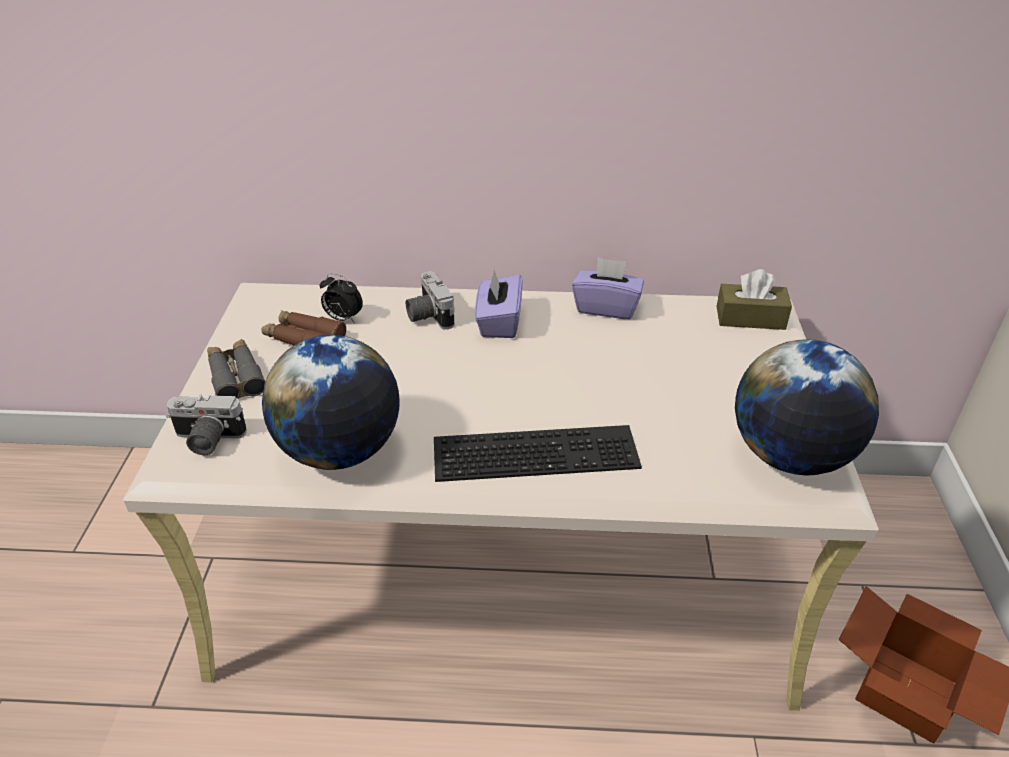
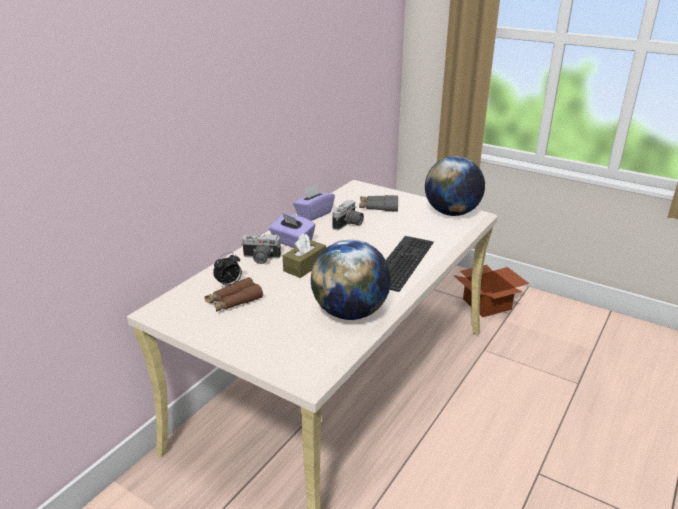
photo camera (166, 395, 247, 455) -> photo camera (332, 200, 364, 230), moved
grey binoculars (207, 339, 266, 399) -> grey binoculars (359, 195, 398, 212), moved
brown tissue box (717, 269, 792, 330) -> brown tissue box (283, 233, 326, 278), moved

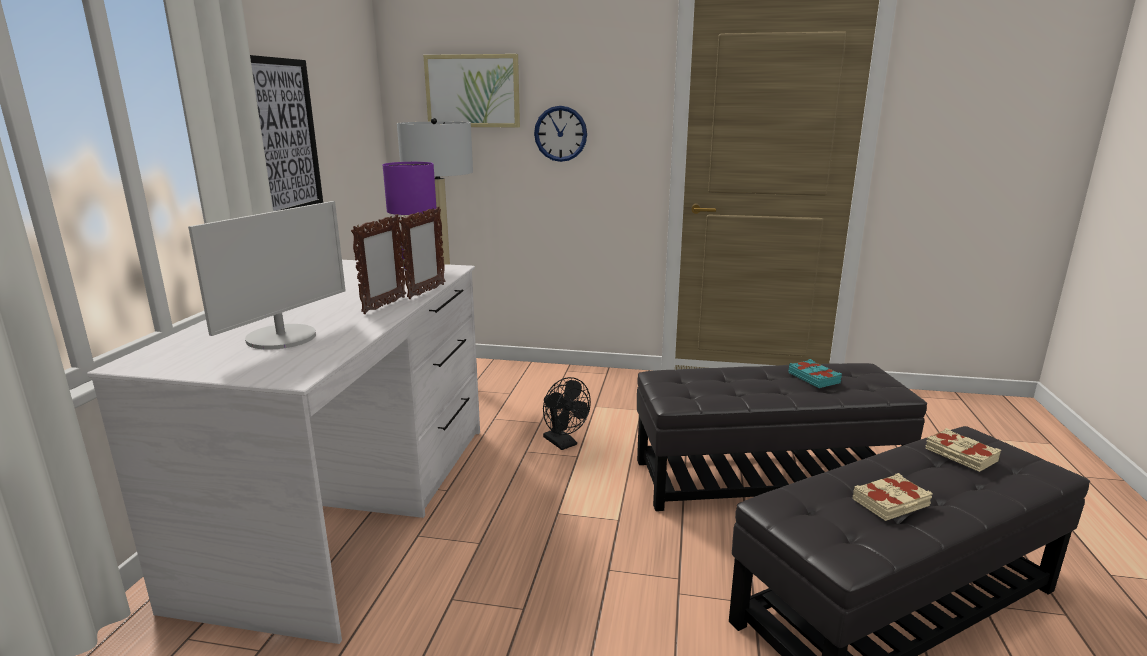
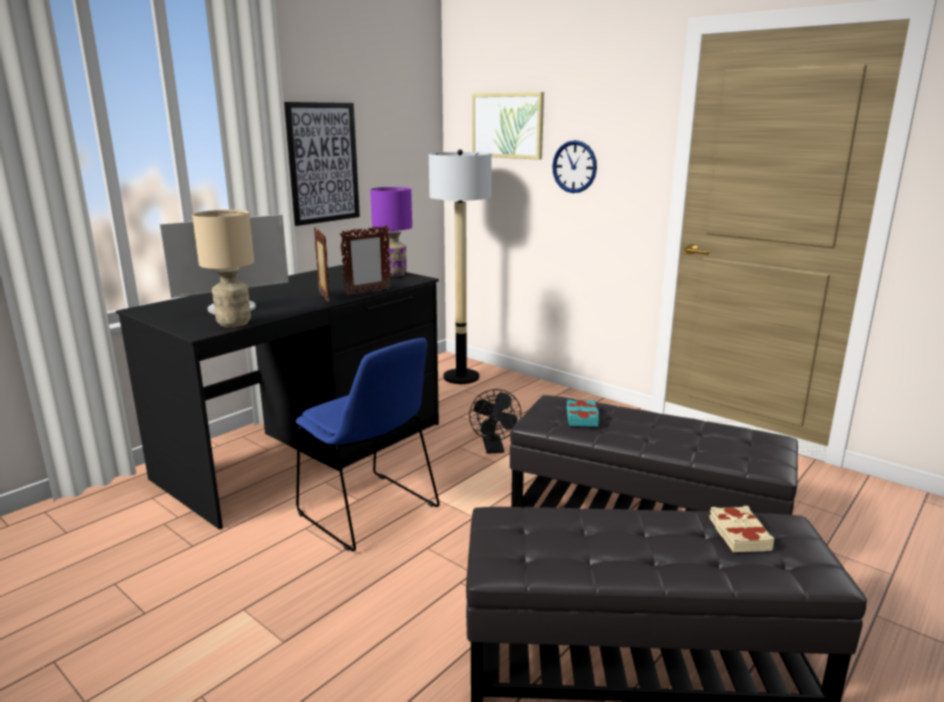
beige book (853, 473, 933, 521) -> none
none -> beige table lamp (192, 210, 254, 328)
none -> blue chair (296, 338, 440, 551)
turquoise book (788, 359, 842, 388) -> turquoise book (566, 399, 599, 427), moved
white desk (87, 260, 480, 644) -> black desk (116, 265, 439, 530)
picture frame (351, 214, 406, 314) -> picture frame (314, 227, 330, 304), 75 degrees counterclockwise

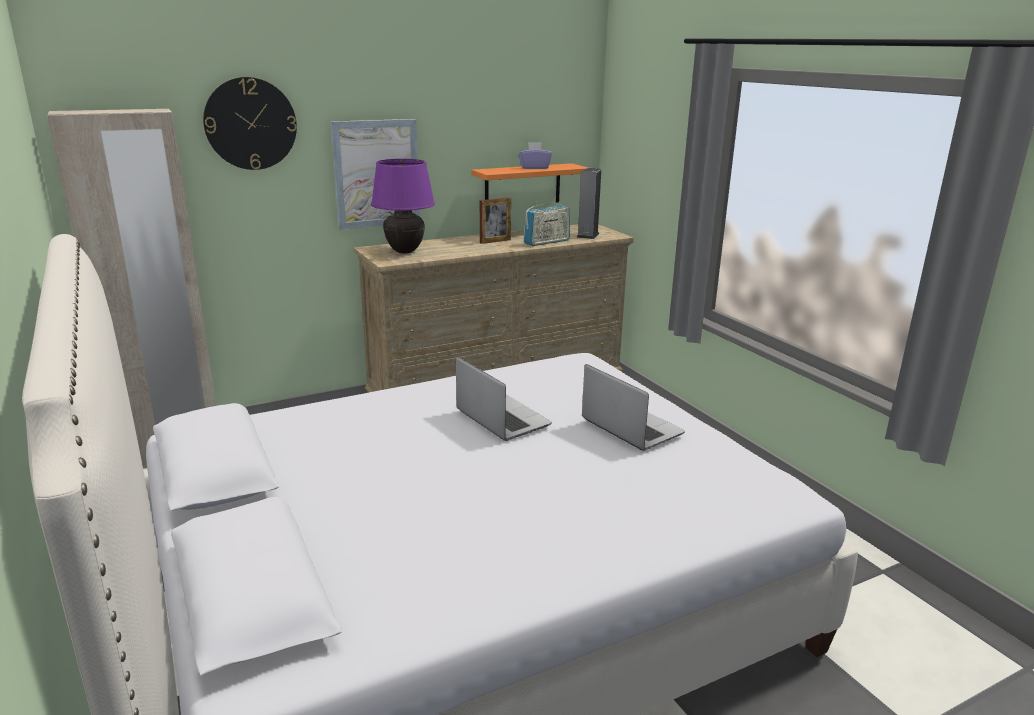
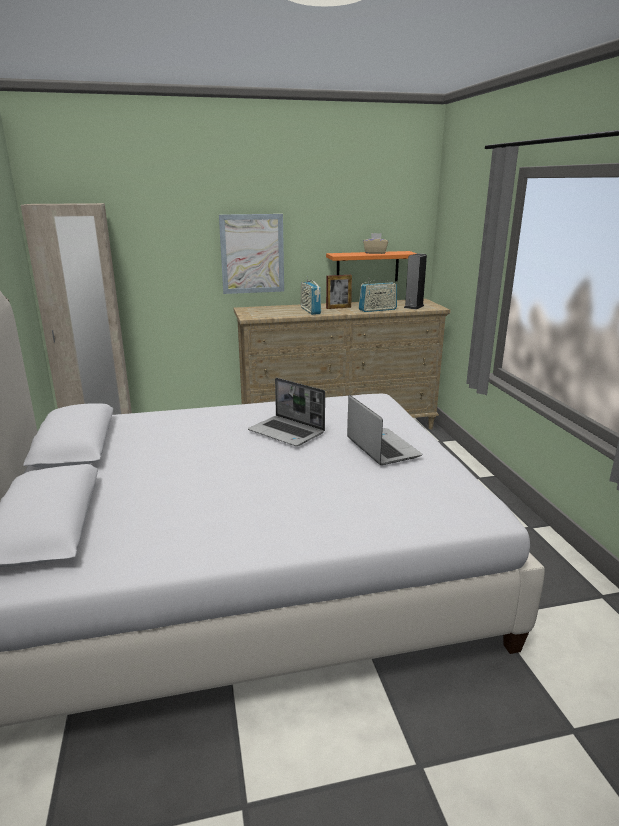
wall clock (203, 77, 297, 170) -> none
purple table lamp (371, 159, 435, 254) -> none
none -> radio (301, 276, 321, 315)
purple tissue box (518, 142, 552, 169) -> beige tissue box (363, 233, 388, 254)
laptop (456, 357, 552, 441) -> laptop (248, 378, 325, 446), 150 degrees clockwise

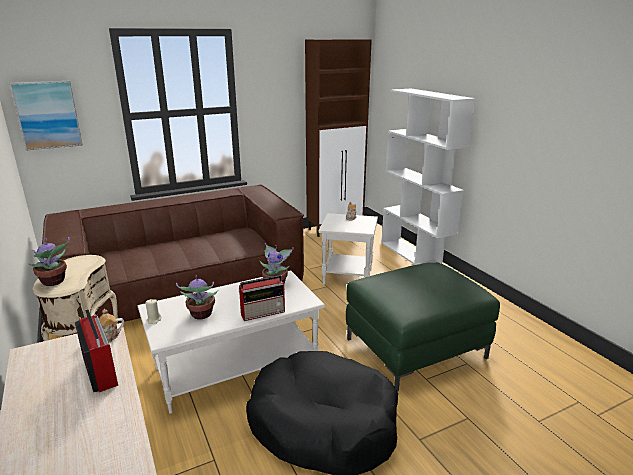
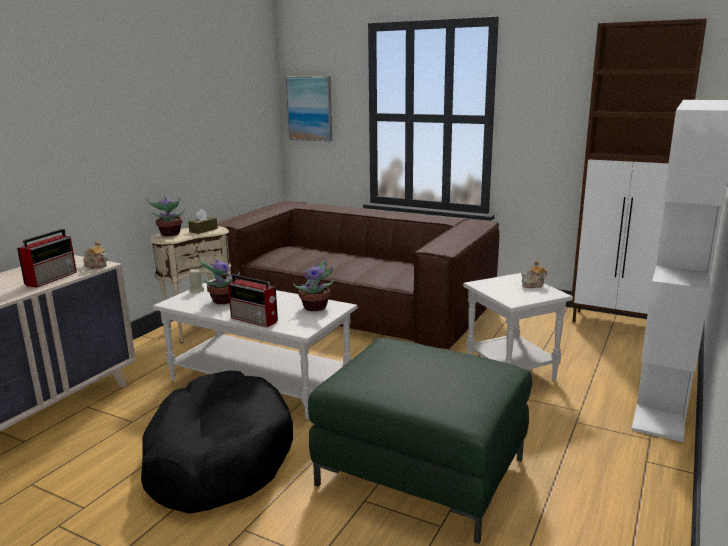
none -> brown tissue box (188, 209, 218, 234)

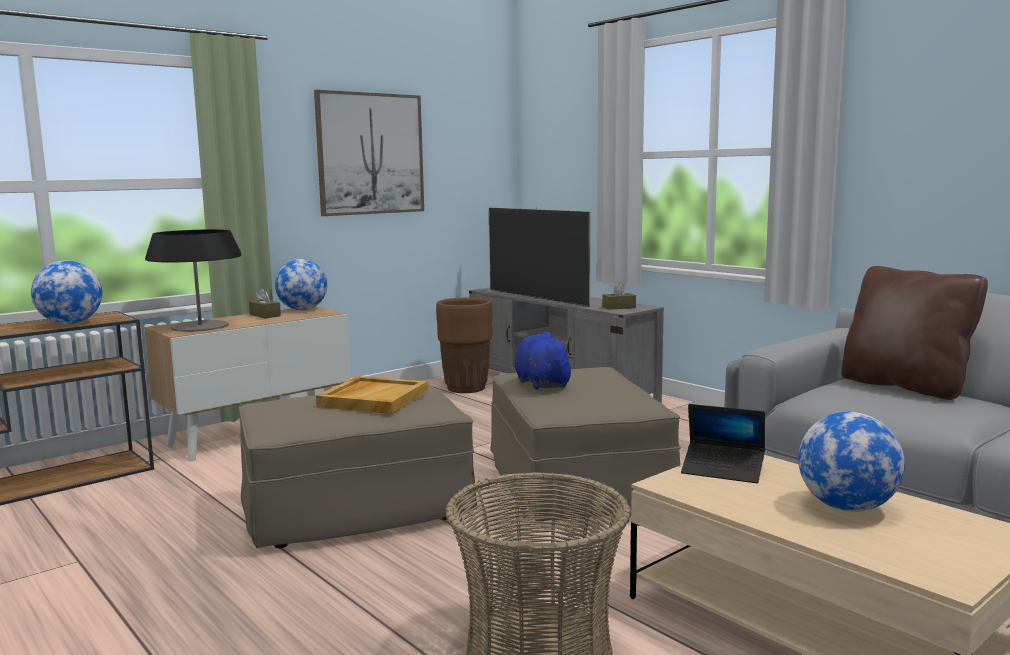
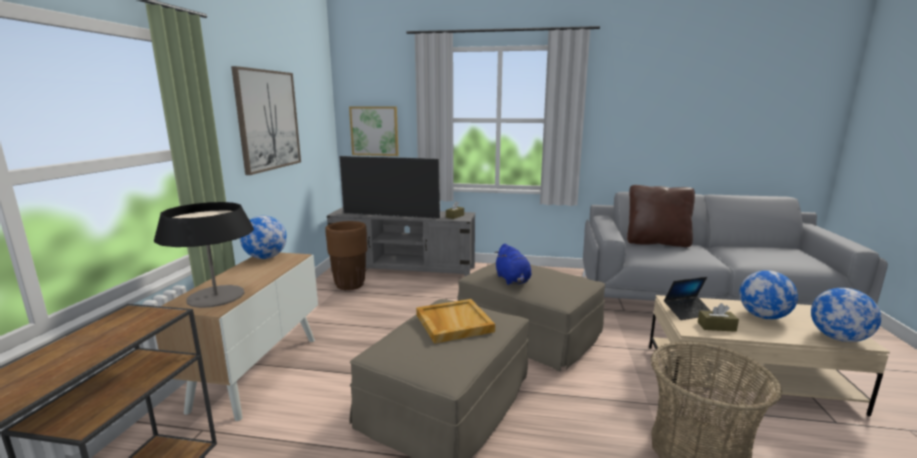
none -> picture (349, 106, 399, 156)
globe (31, 260, 102, 324) -> globe (811, 288, 881, 342), moved
brown tissue box (249, 288, 281, 319) -> brown tissue box (698, 303, 739, 332), moved
blue plush toy (515, 332, 575, 390) -> blue plush toy (494, 244, 531, 285), 135 degrees counterclockwise

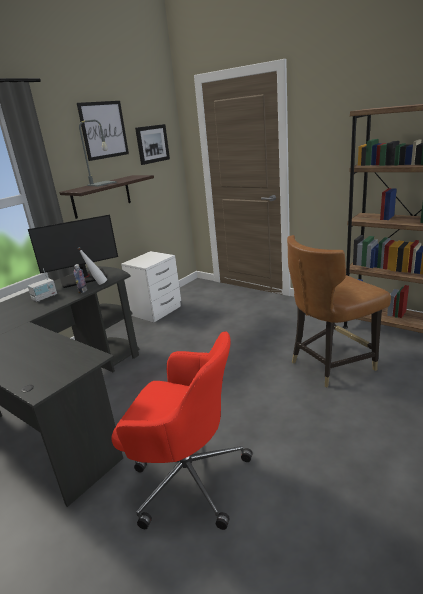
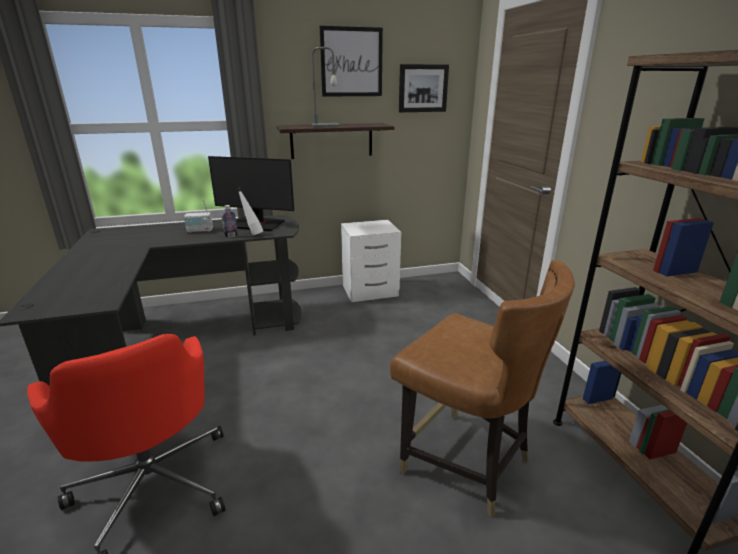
brown chair (287, 235, 391, 387) -> brown chair (390, 260, 575, 518), 150 degrees counterclockwise

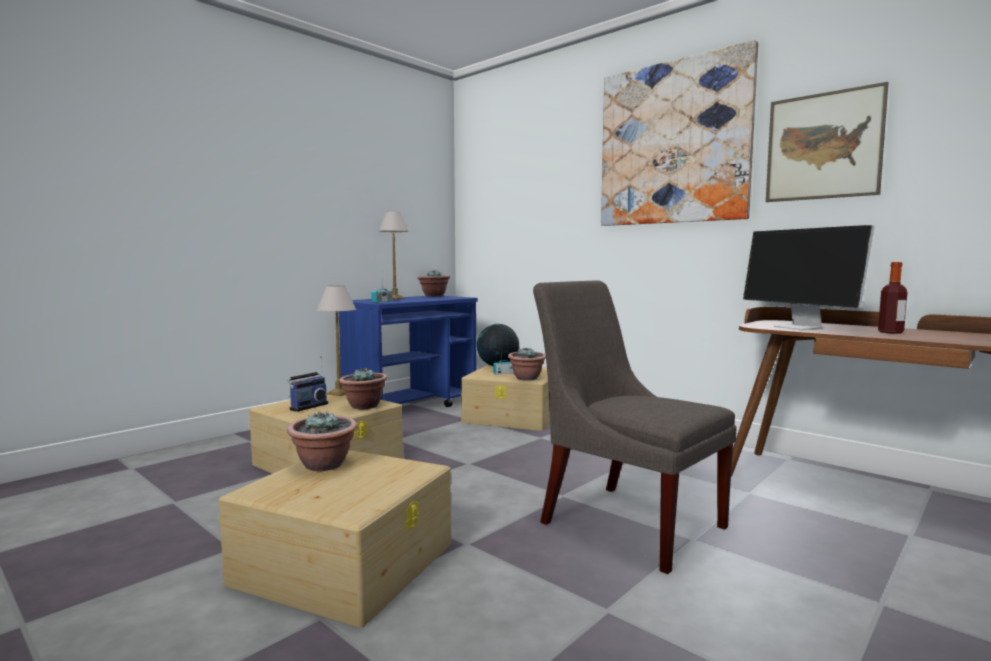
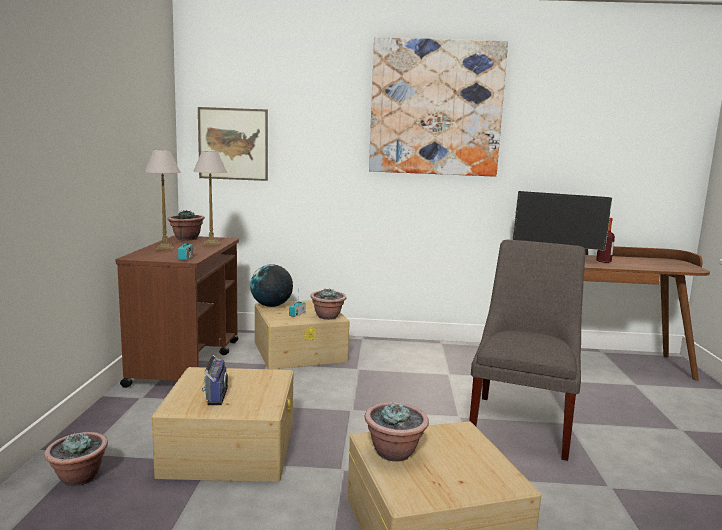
table lamp (317, 285, 356, 396) -> table lamp (193, 151, 227, 245), moved
potted plant (339, 367, 388, 409) -> potted plant (44, 432, 108, 486), moved
picture (766, 82, 888, 202) -> picture (198, 107, 268, 181), moved
blue cart (339, 296, 478, 407) -> brown cart (115, 235, 239, 388)
grey chair (533, 280, 737, 574) -> grey chair (469, 240, 586, 461), 105 degrees clockwise

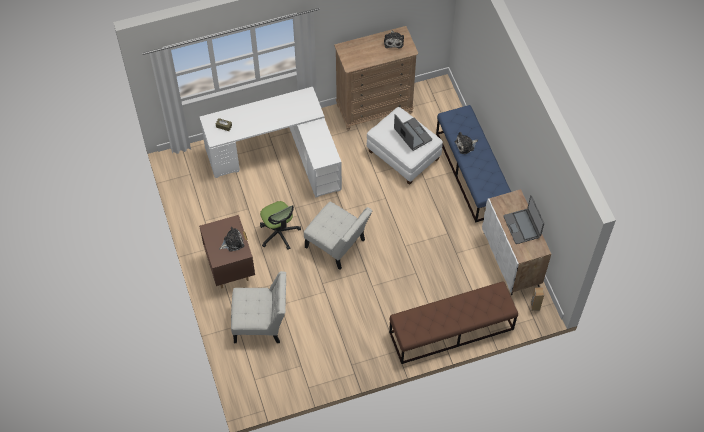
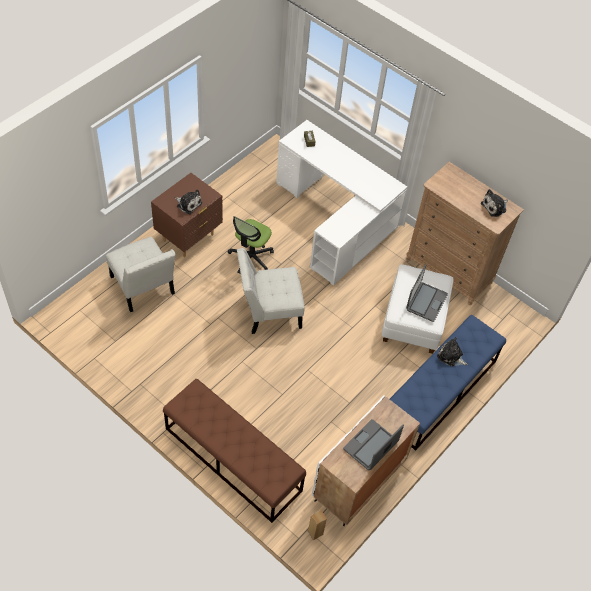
white chair (304, 202, 372, 270) -> white chair (237, 248, 305, 334), 75 degrees clockwise

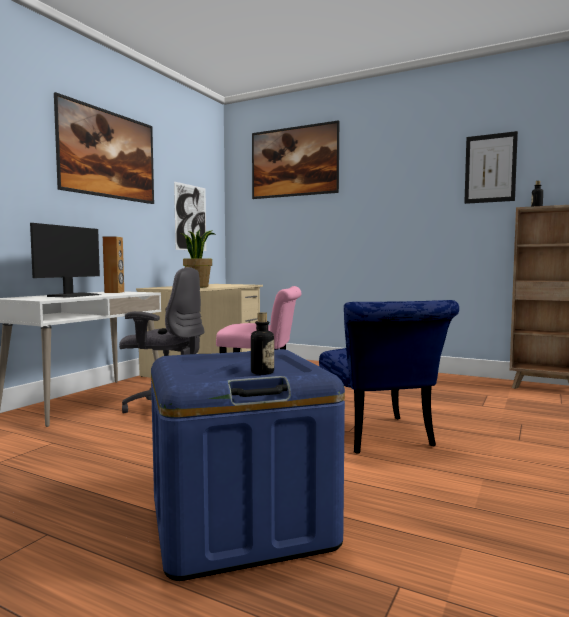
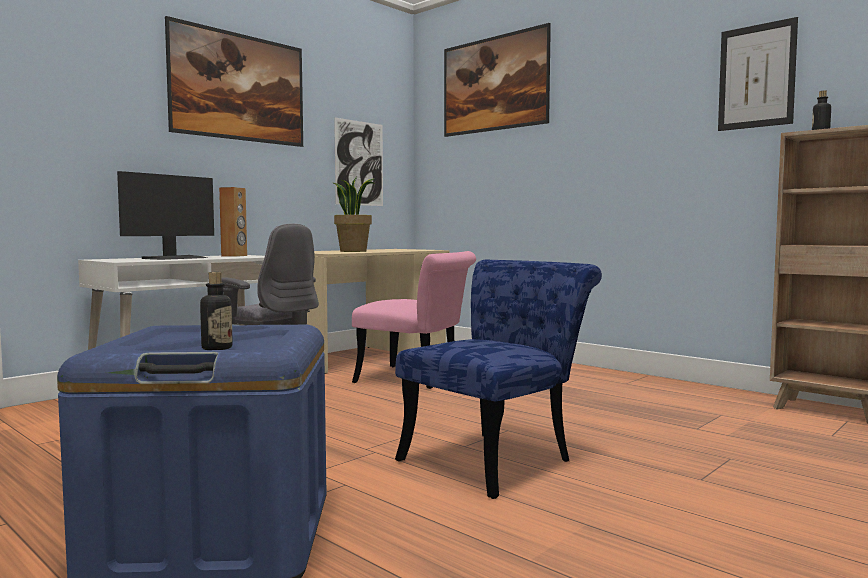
blue chair (319, 300, 459, 454) -> blue chair (395, 260, 602, 499), 135 degrees counterclockwise

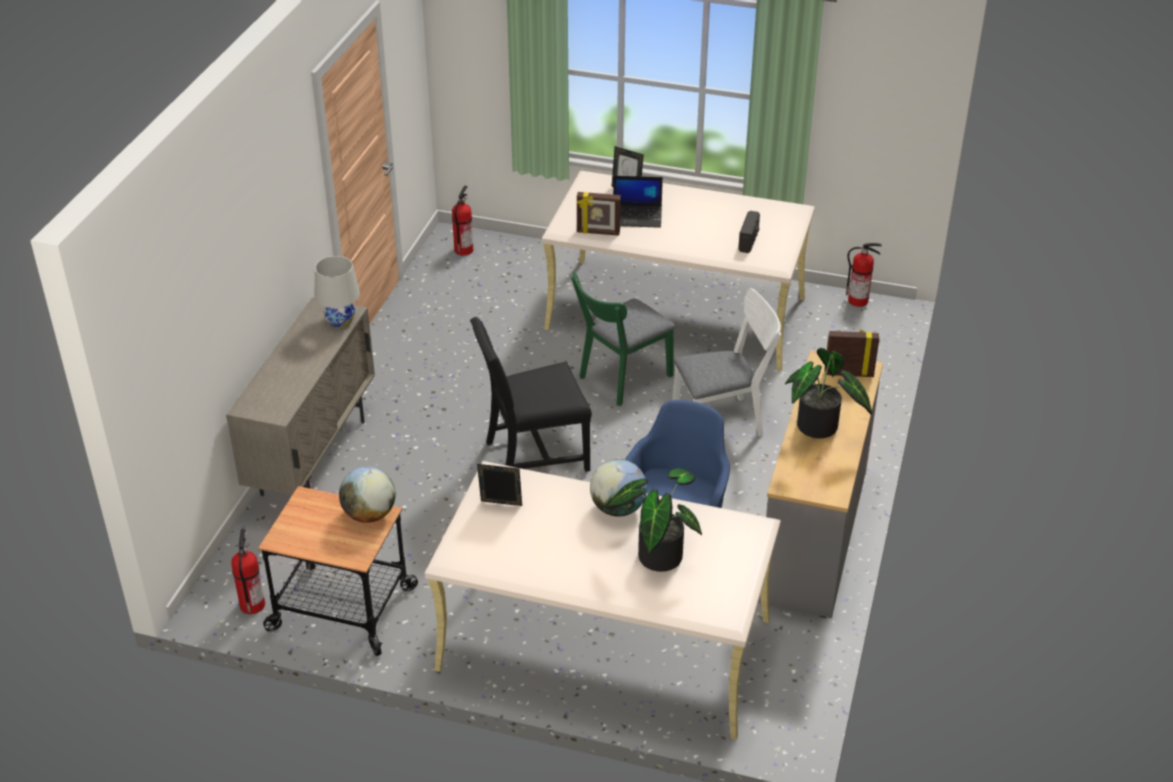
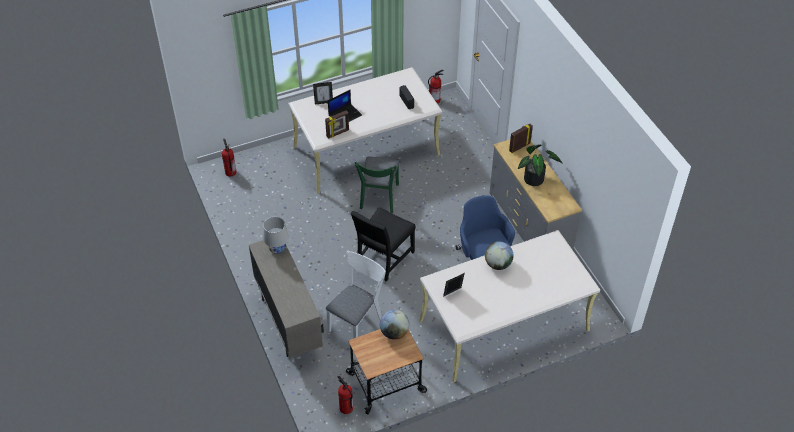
potted plant (607, 468, 702, 572) -> none
white chair (672, 288, 781, 436) -> white chair (326, 251, 386, 339), moved

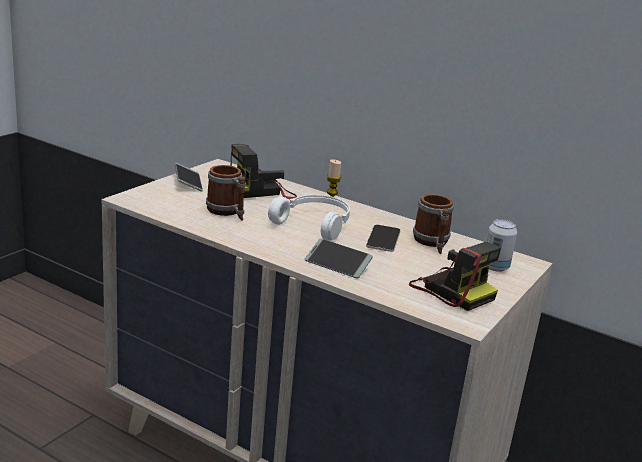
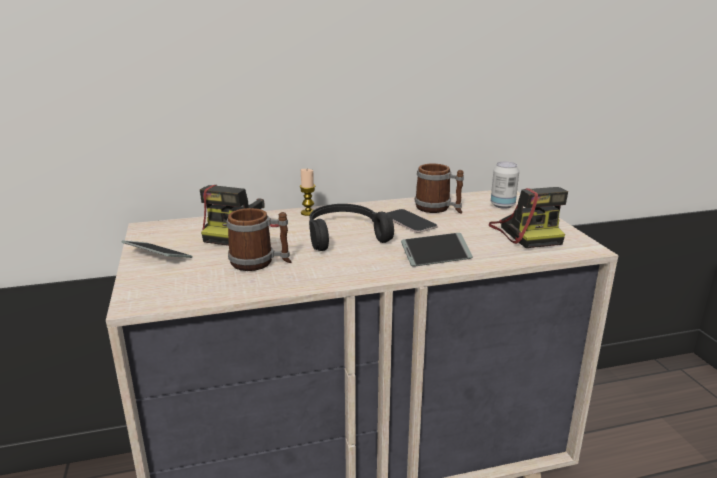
white headphones (268, 195, 350, 240) -> black headphones (309, 204, 394, 251)
photo camera (409, 242, 501, 311) -> photo camera (489, 187, 568, 248), 75 degrees clockwise

